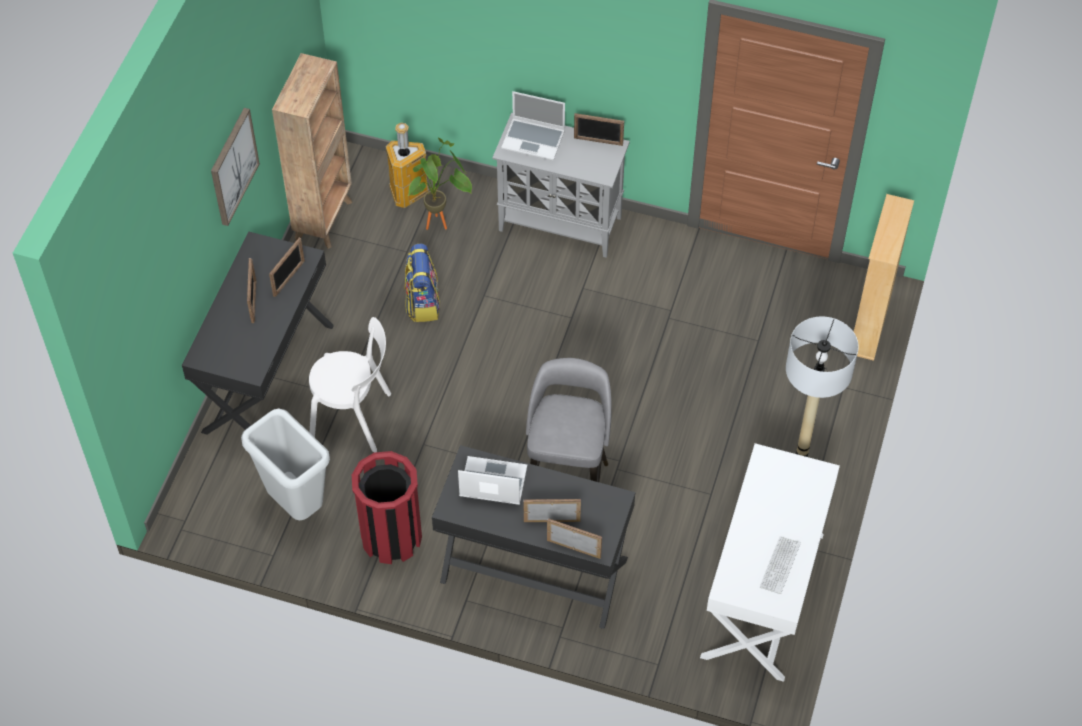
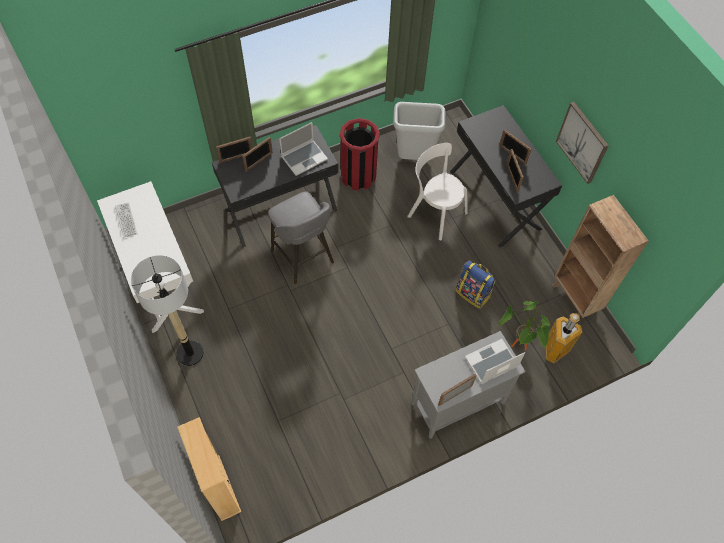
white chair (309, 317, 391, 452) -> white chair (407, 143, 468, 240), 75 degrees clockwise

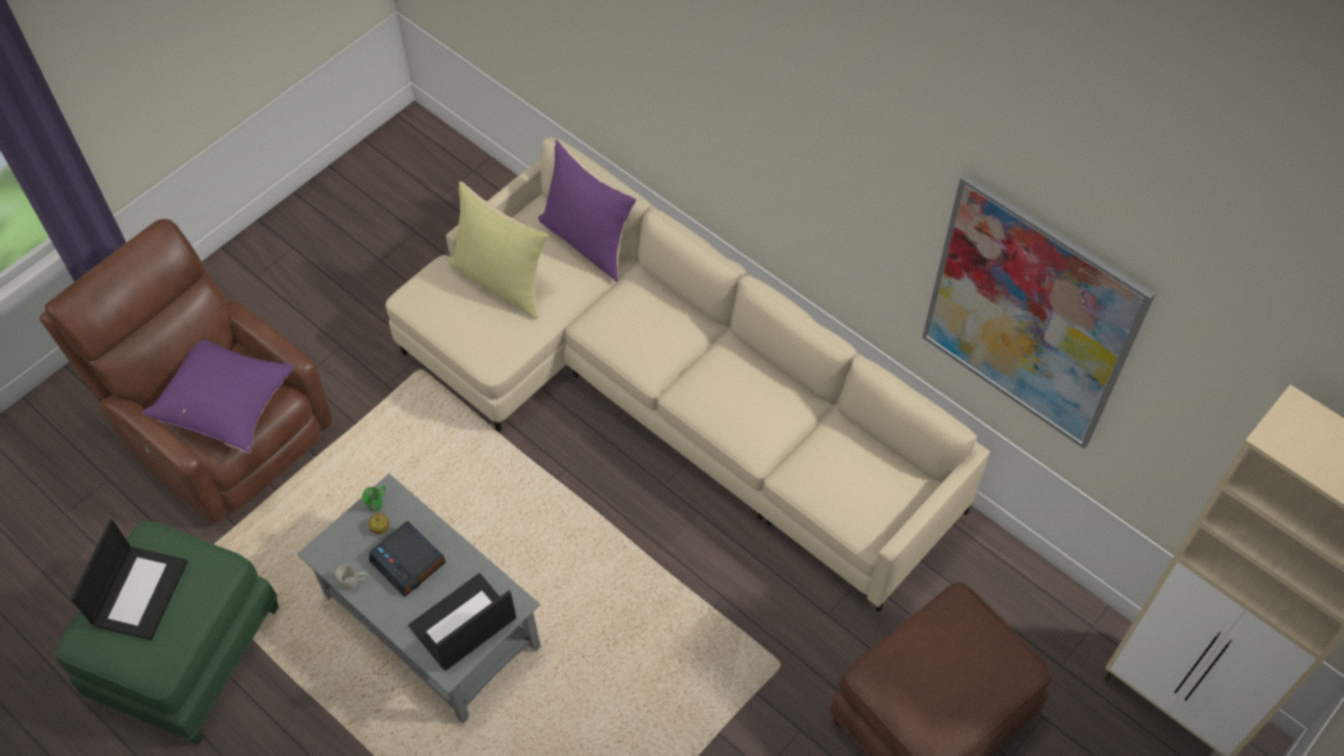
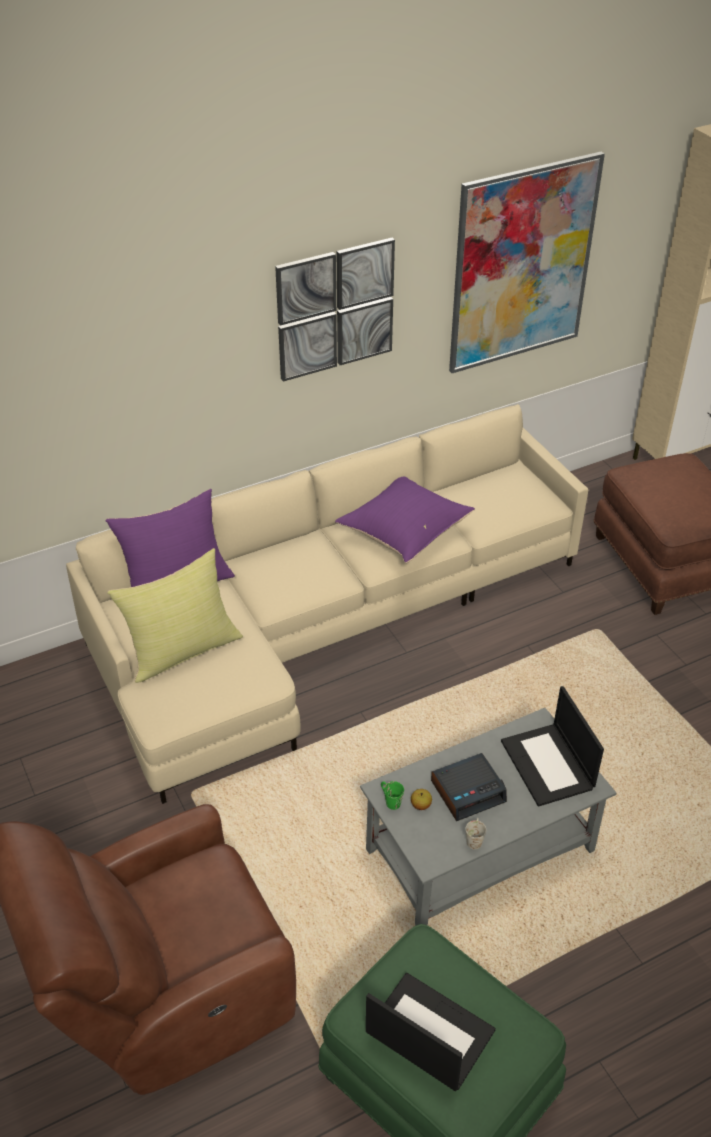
none -> picture (275, 238, 395, 381)
purple pillow (141, 340, 293, 453) -> purple pillow (335, 477, 475, 563), moved

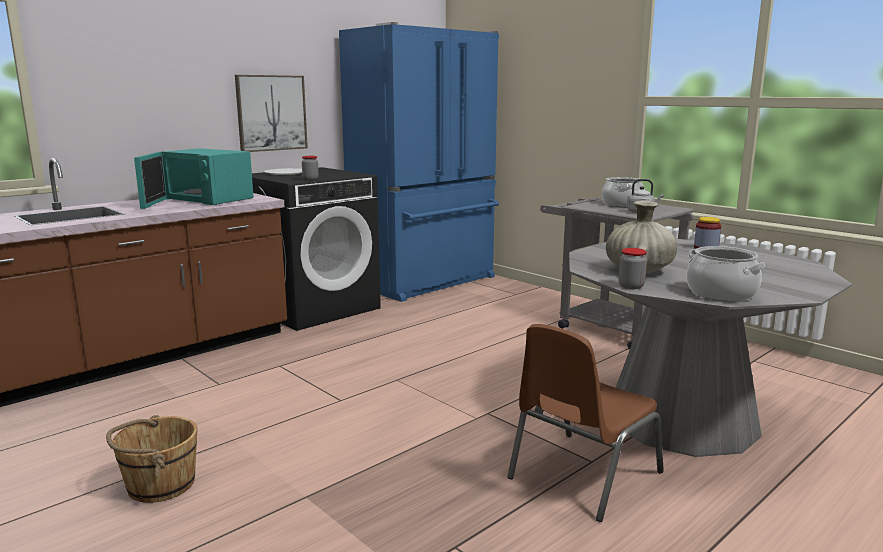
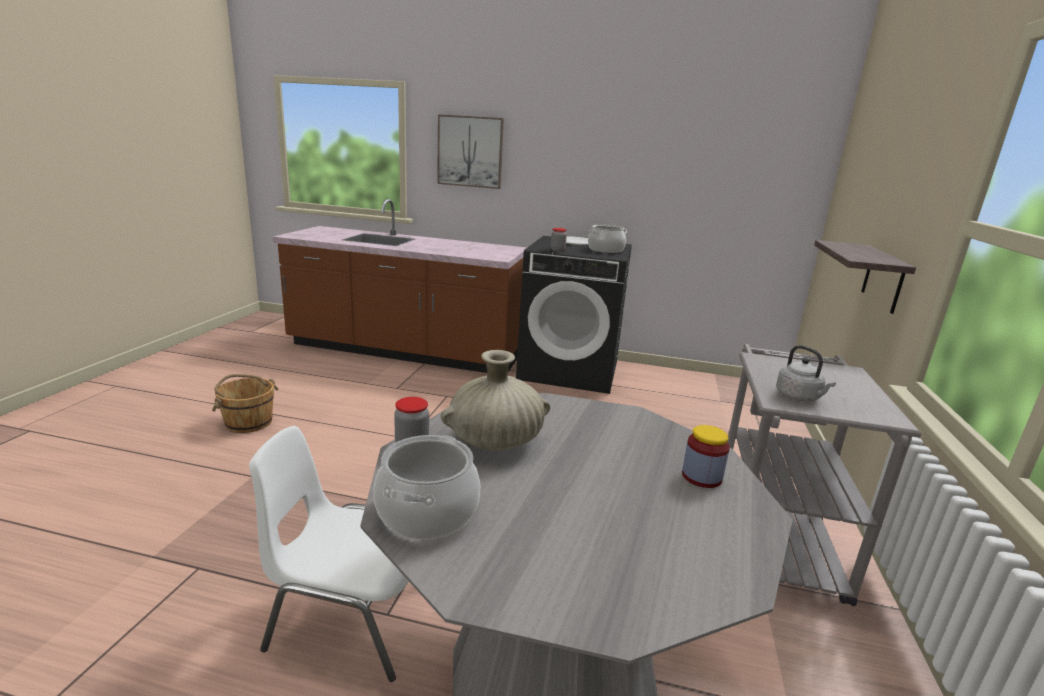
turquoise microwave (134, 148, 254, 209) -> none
blue fridge (339, 22, 499, 302) -> none
none -> shelf (814, 240, 916, 314)
picture (235, 75, 308, 152) -> picture (437, 114, 504, 189), moved
cooking pot (602, 177, 645, 207) -> cooking pot (588, 225, 627, 253), moved
brown chair (507, 324, 664, 522) -> white chair (249, 426, 409, 682)

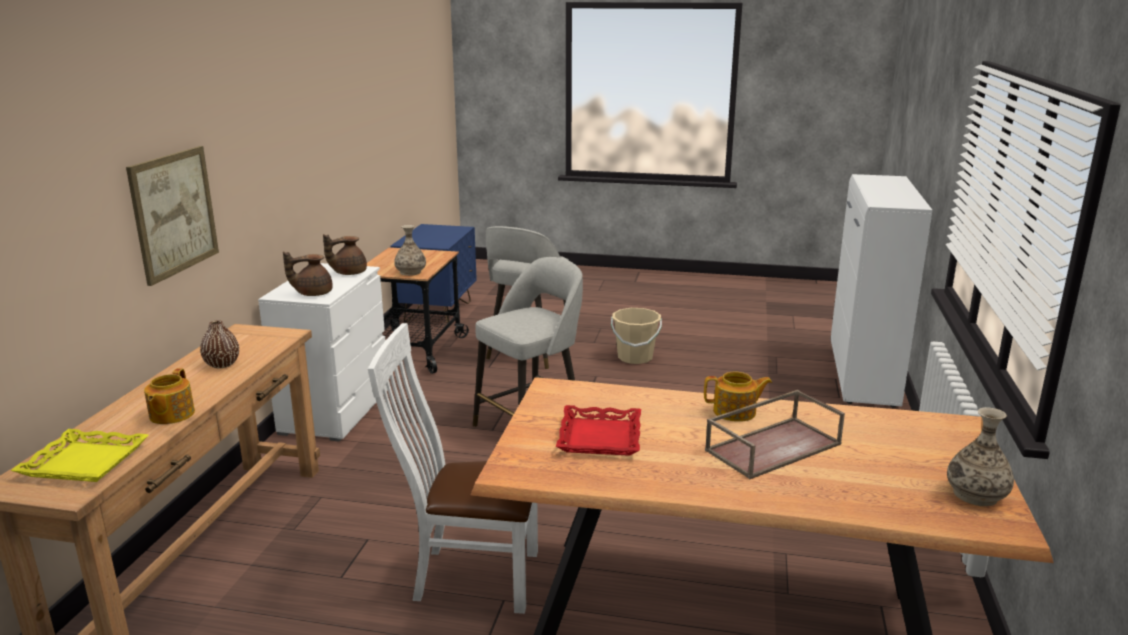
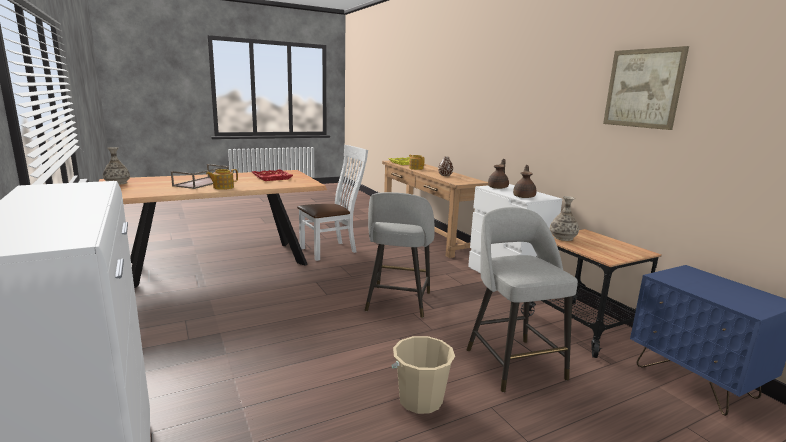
picture (126, 146, 219, 286) -> picture (603, 46, 689, 130), moved

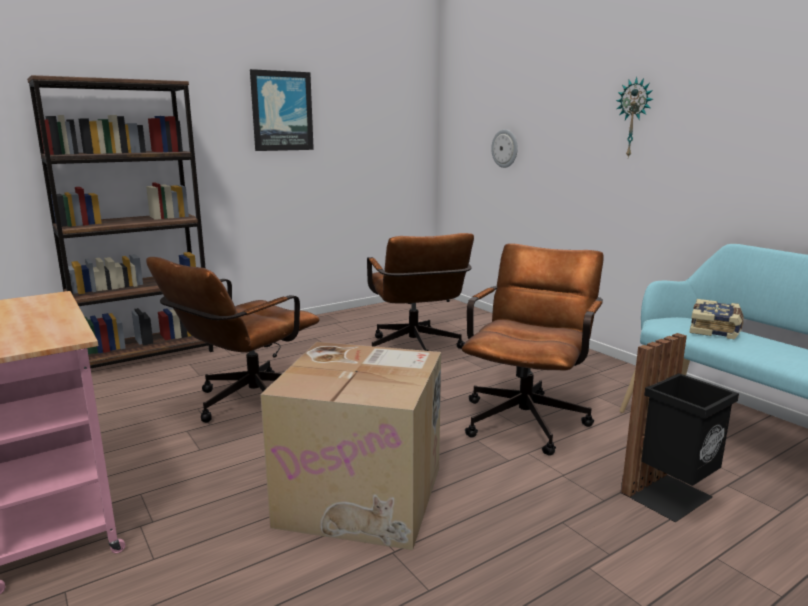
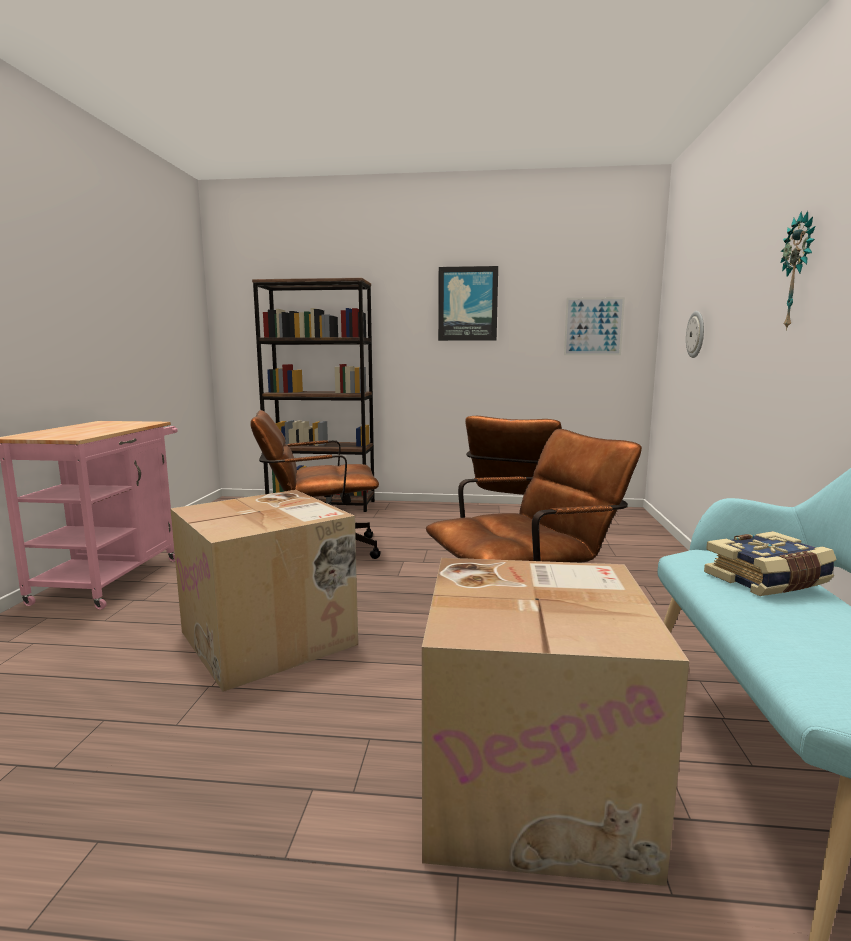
none -> picture (564, 297, 625, 355)
black trash can (621, 333, 739, 522) -> cardboard box (422, 558, 689, 886)

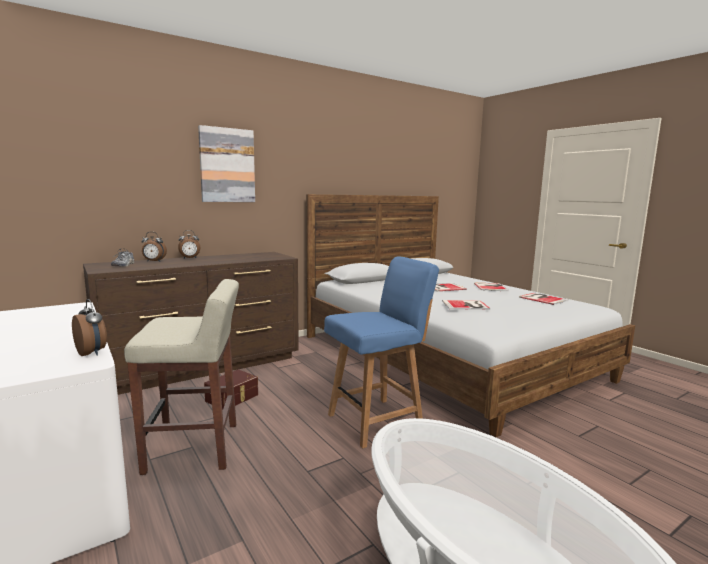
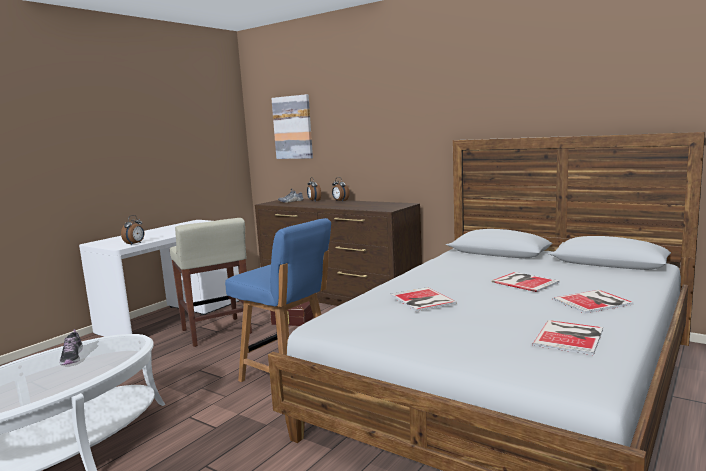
none -> shoe (59, 329, 83, 365)
picture (198, 125, 255, 202) -> picture (271, 94, 313, 159), moved

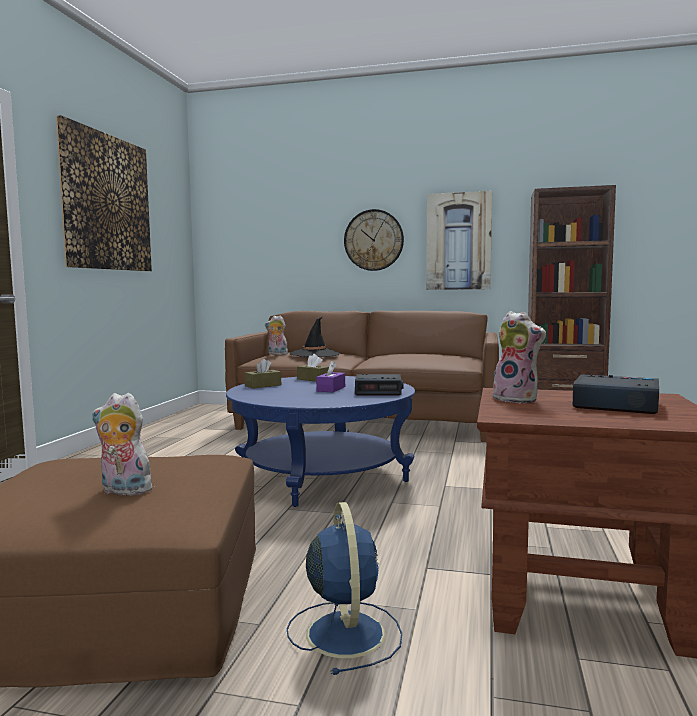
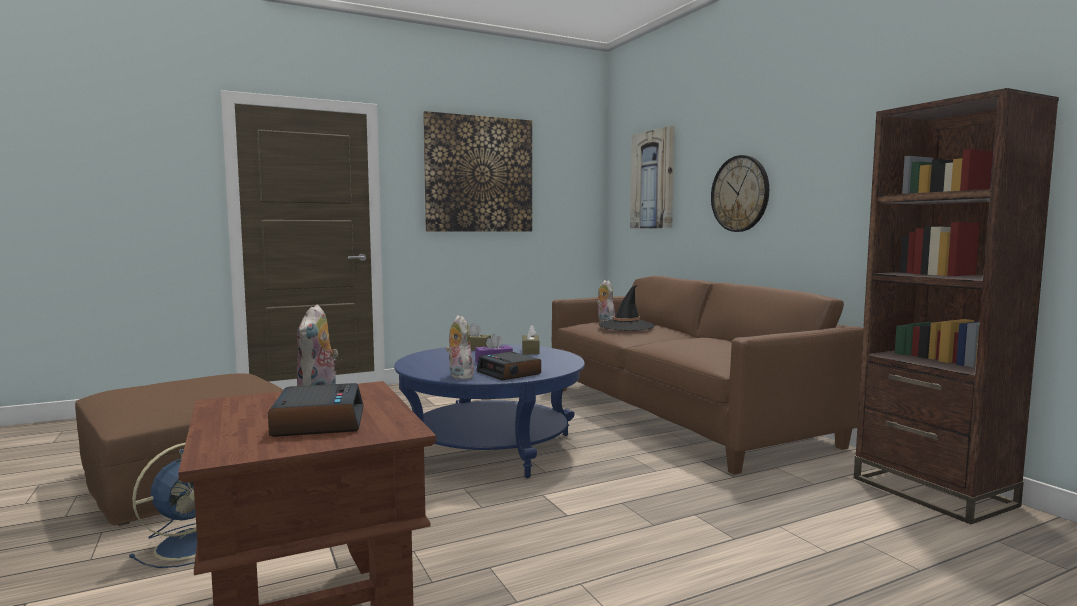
plush toy (92, 393, 152, 495) -> plush toy (446, 315, 474, 380), moved
picture (426, 191, 492, 290) -> picture (630, 126, 675, 229), moved

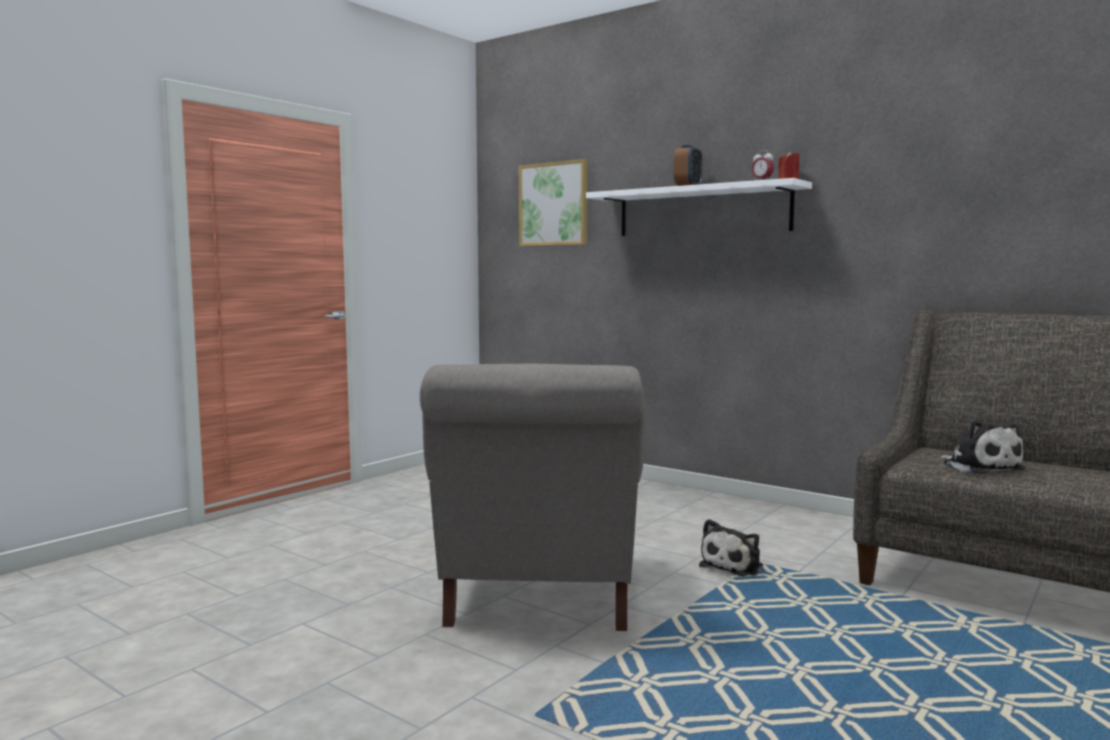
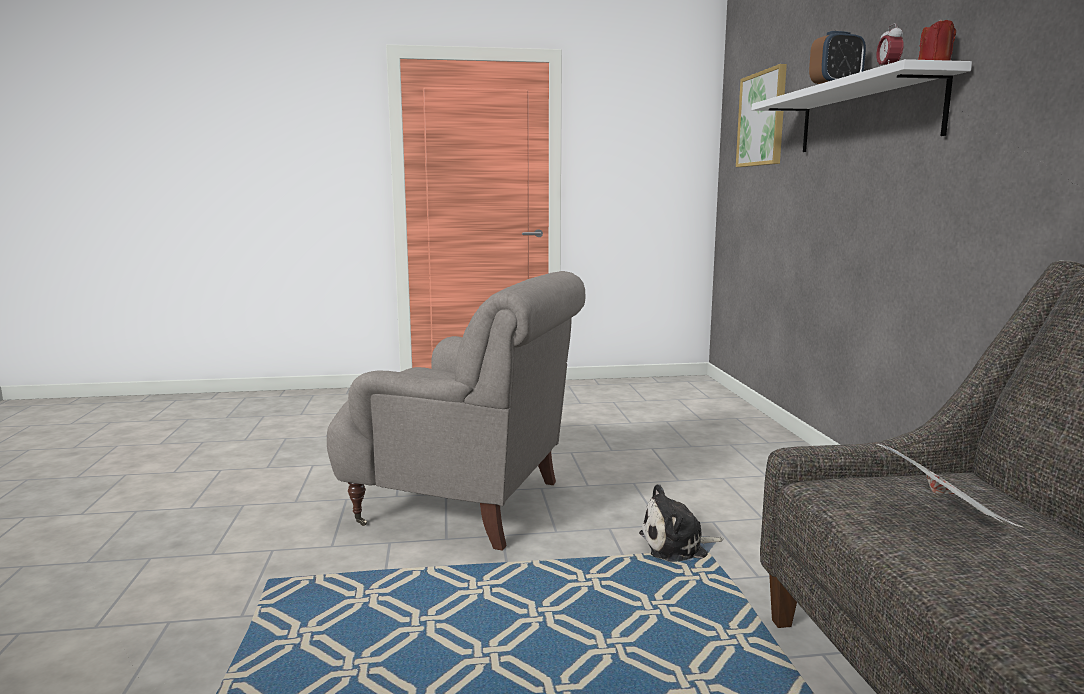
plush toy (940, 420, 1025, 474) -> newspaper (876, 443, 1022, 527)
grey armchair (420, 364, 644, 631) -> grey armchair (327, 271, 585, 551), 120 degrees counterclockwise

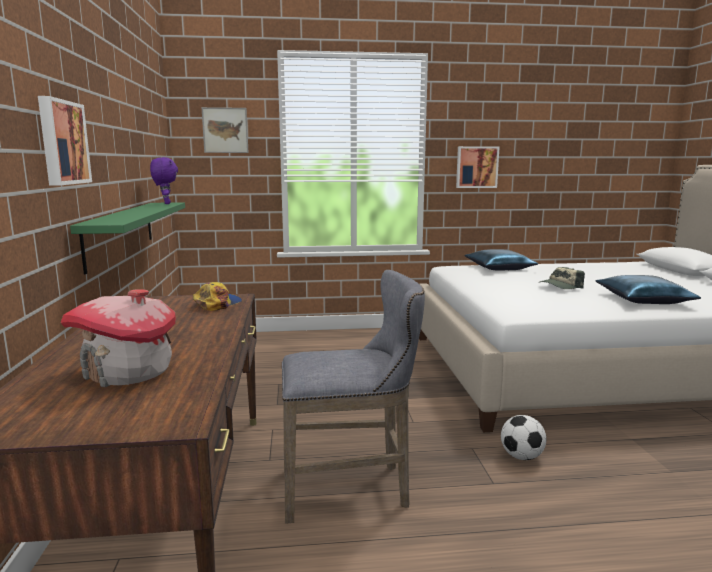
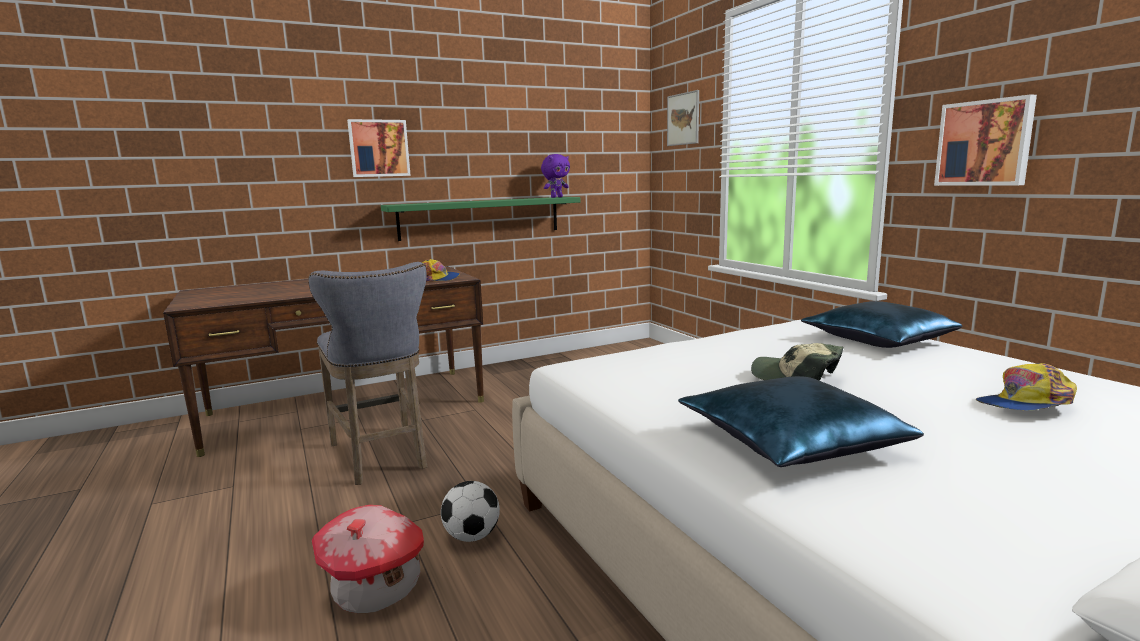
none -> cap (975, 363, 1077, 411)
toy house (61, 289, 176, 387) -> toy house (312, 505, 424, 613), moved

